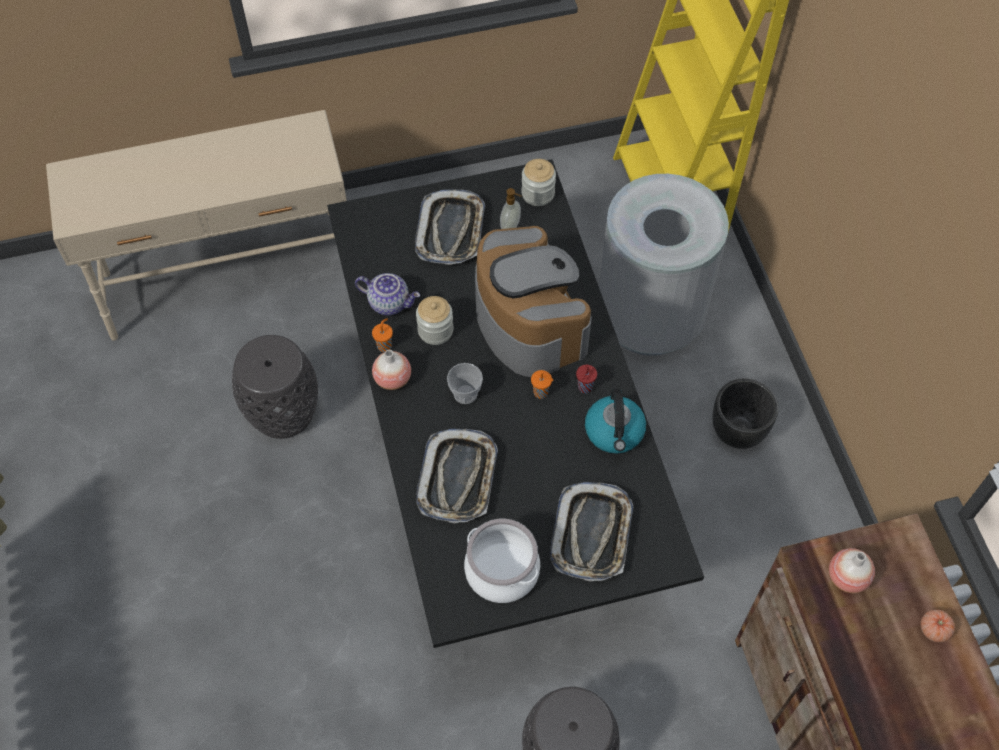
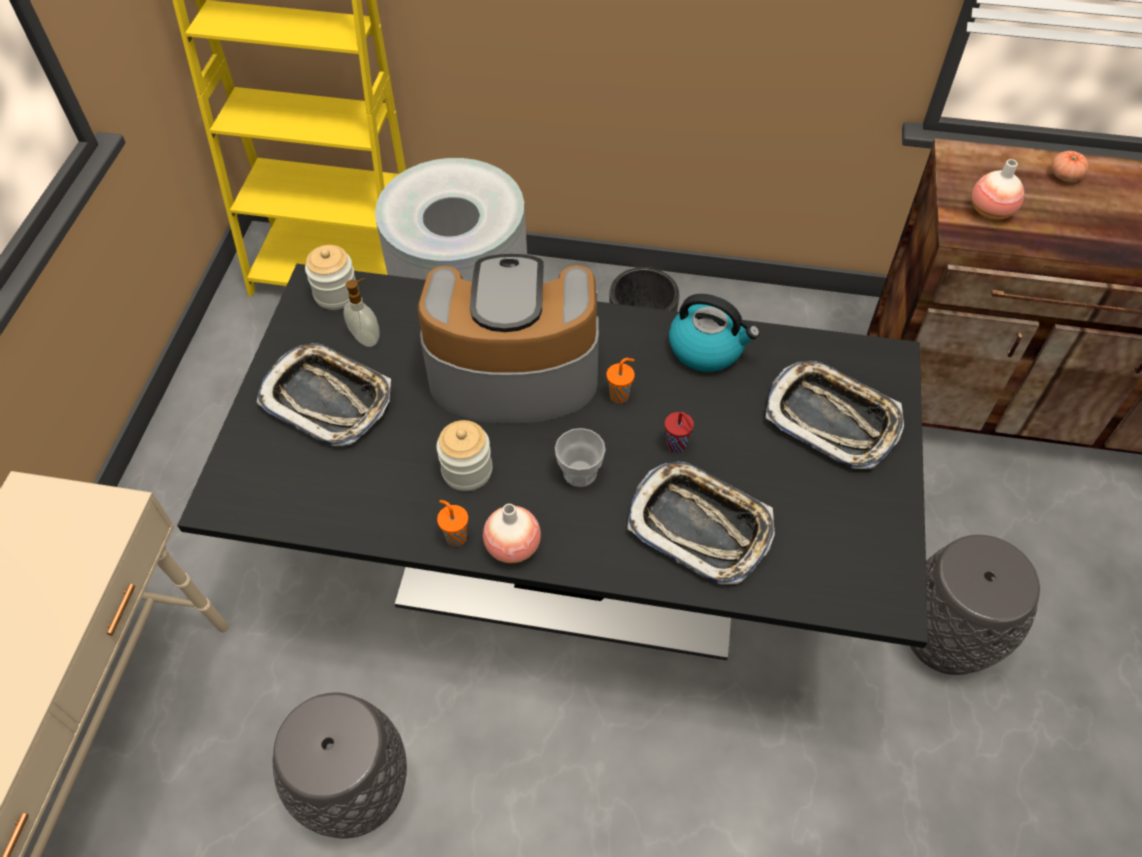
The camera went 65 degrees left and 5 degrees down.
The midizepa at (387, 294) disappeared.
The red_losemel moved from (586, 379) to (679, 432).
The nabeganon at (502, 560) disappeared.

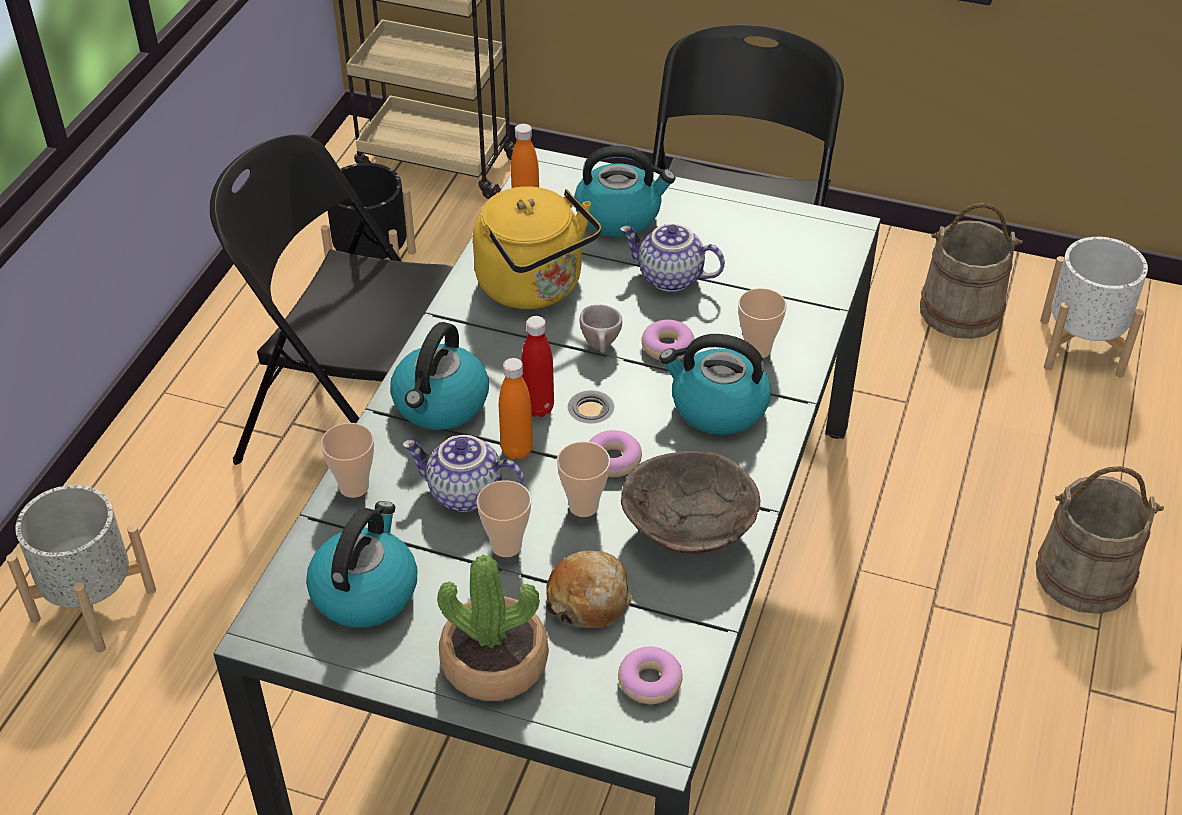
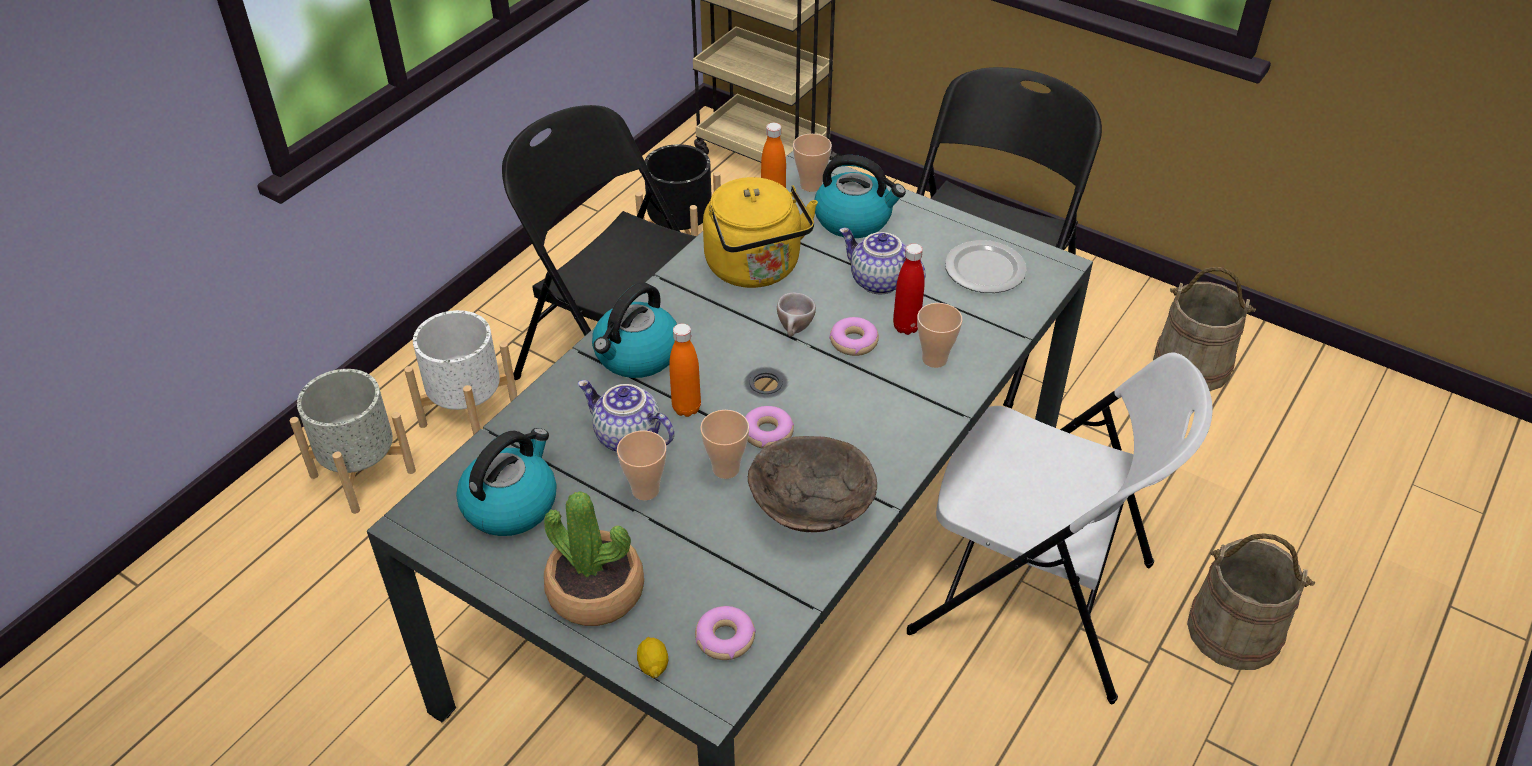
The camera went 15 degrees right and 0 degrees up.
The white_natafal moved from (1094, 307) to (460, 372).
The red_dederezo moved from (537, 366) to (908, 289).
The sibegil at (715, 384) disappeared.
The losemel moved from (347, 460) to (812, 163).
The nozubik at (589, 589) disappeared.
The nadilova at (986, 266) appeared.
The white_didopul at (1059, 528) appeared.
The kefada at (652, 657) appeared.

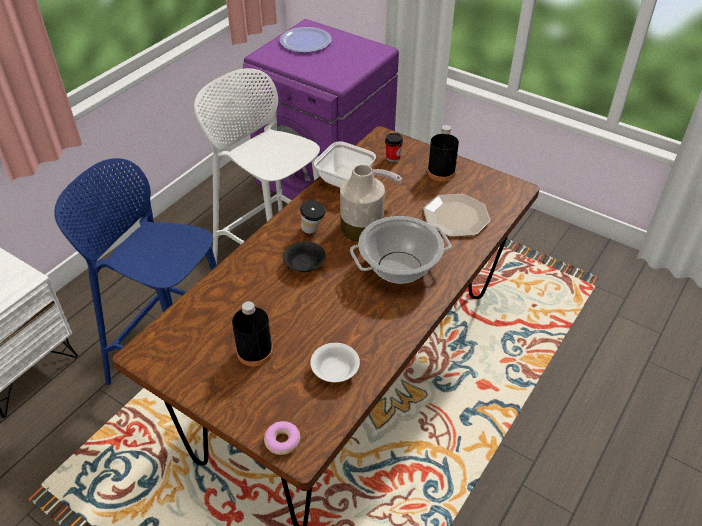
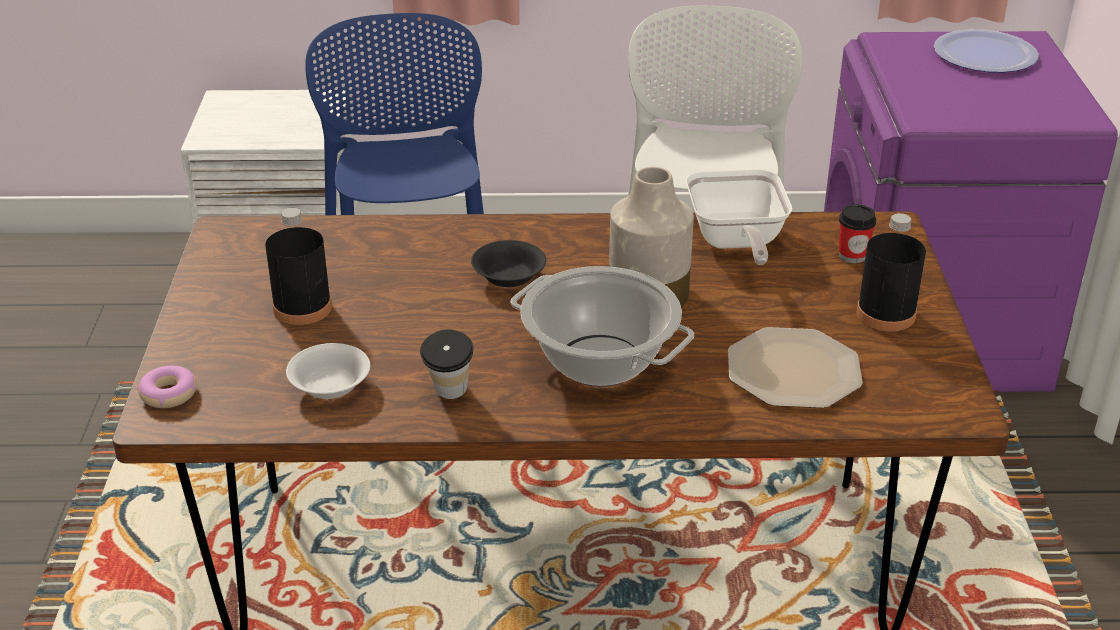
The camera went 55 degrees right and 10 degrees down.
The losemel moved from (313, 217) to (447, 364).

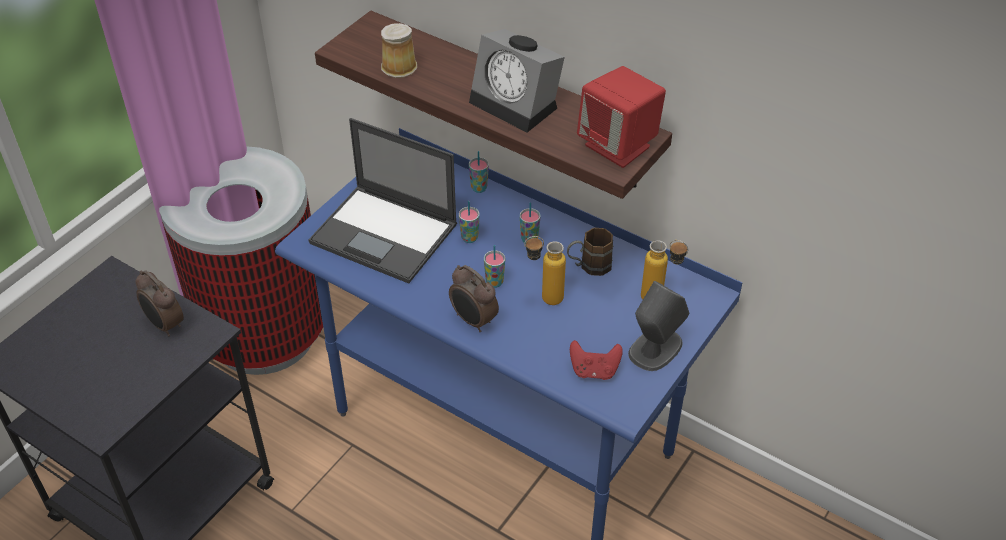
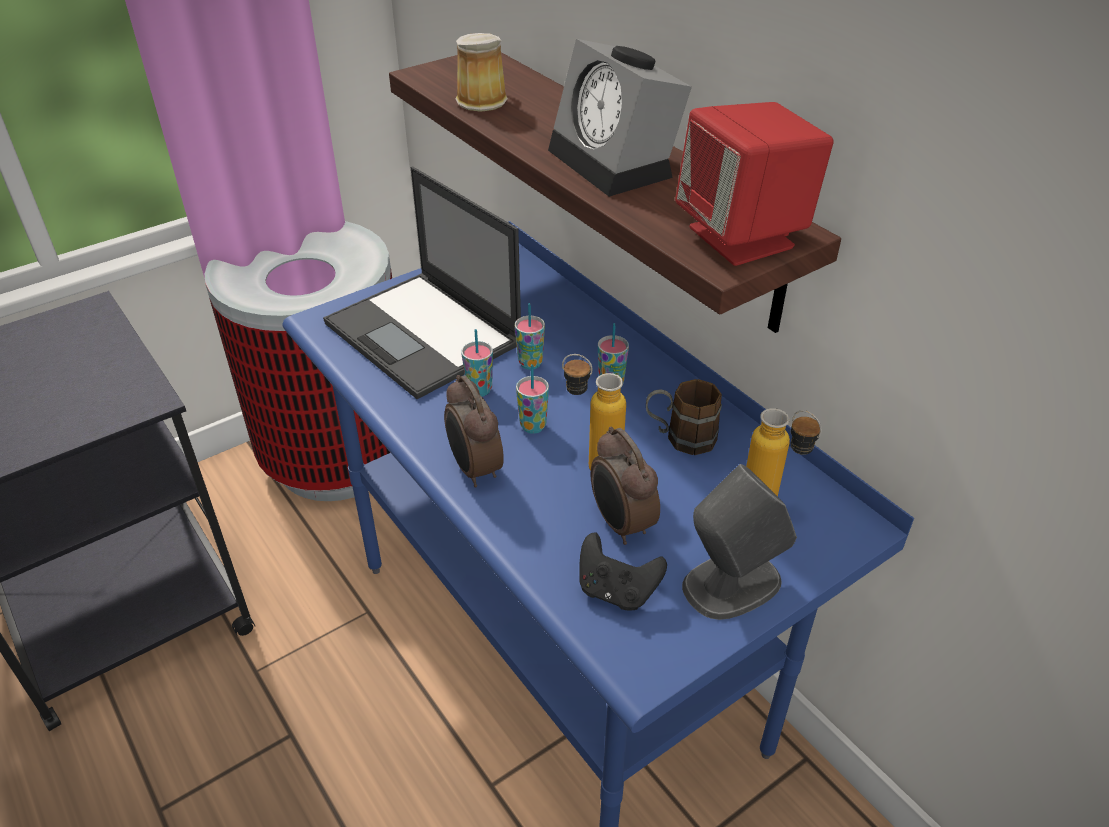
The camera went 20 degrees right and 5 degrees down.
The losemel moved from (479, 172) to (477, 363).
The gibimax moved from (159, 303) to (625, 486).
The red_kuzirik at (596, 360) became the black_kuzirik at (623, 571).

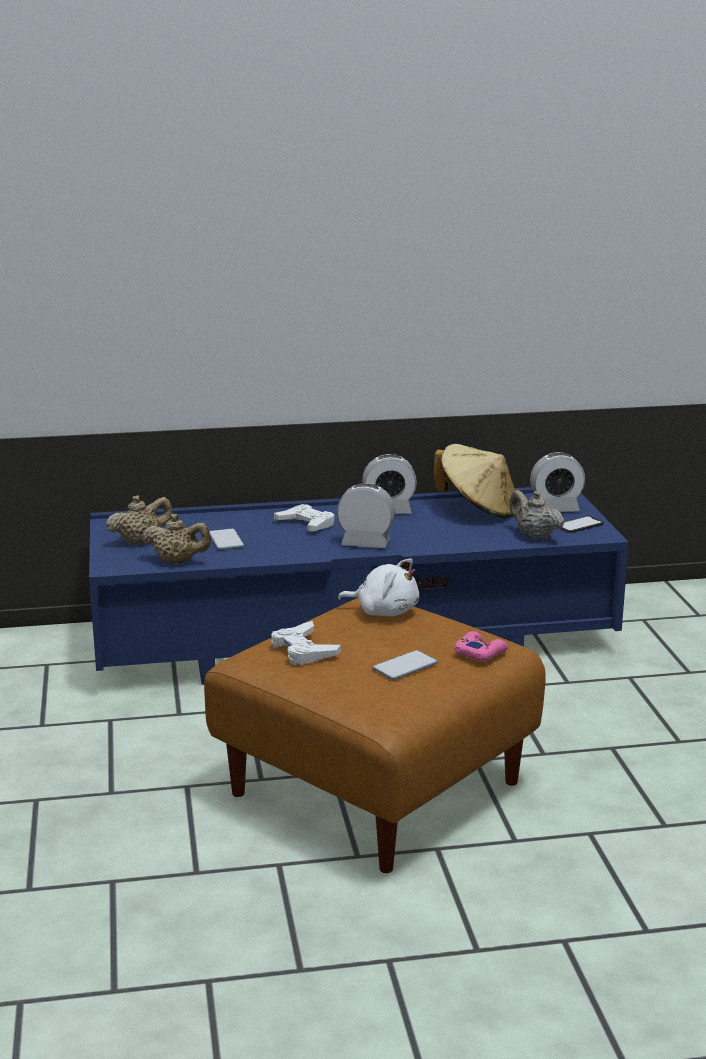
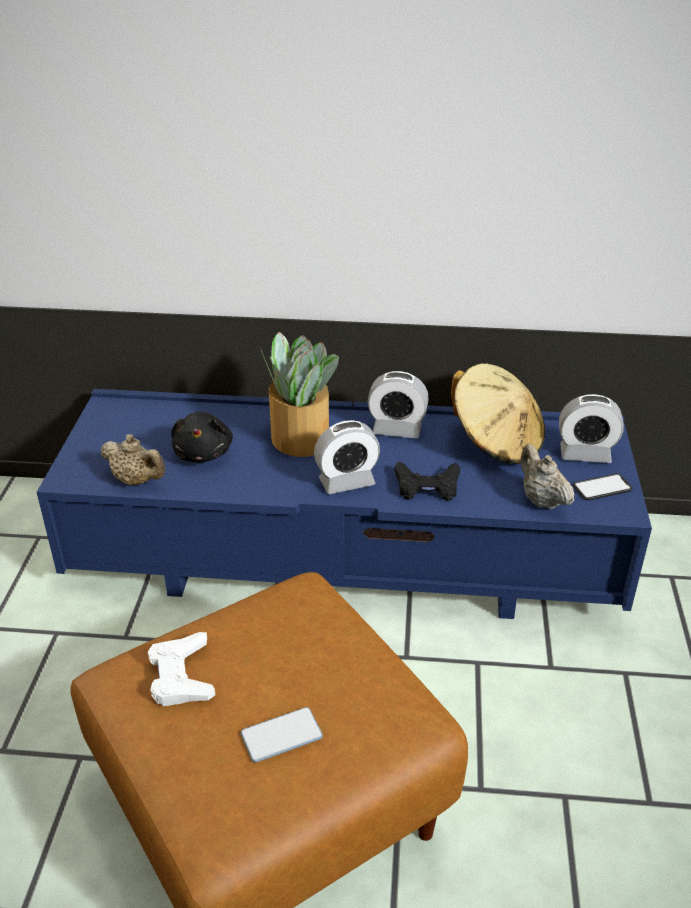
The camera went 15 degrees right and 15 degrees up.
The gibimax at (366, 515) turned 135 degrees clockwise.
The beige_midizepa at (139, 520) disappeared.
The white_kuzirik at (304, 517) was replaced by the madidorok at (299, 394).
The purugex at (226, 539) was replaced by the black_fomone at (202, 437).
The white_fomone at (378, 587) disappeared.
The pink_kuzirik at (481, 646) disappeared.
The black_kuzirik at (427, 481) appeared.

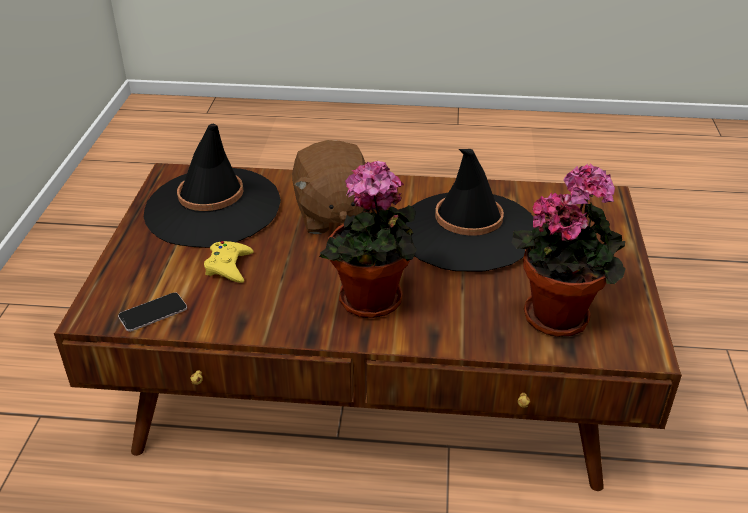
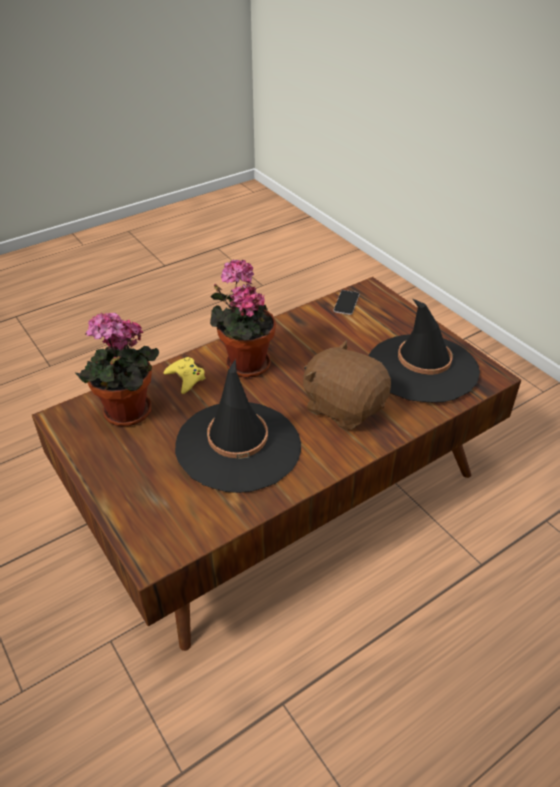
The camera went 140 degrees right and 5 degrees up.
The yellow_kuzirik moved from (229, 262) to (184, 375).

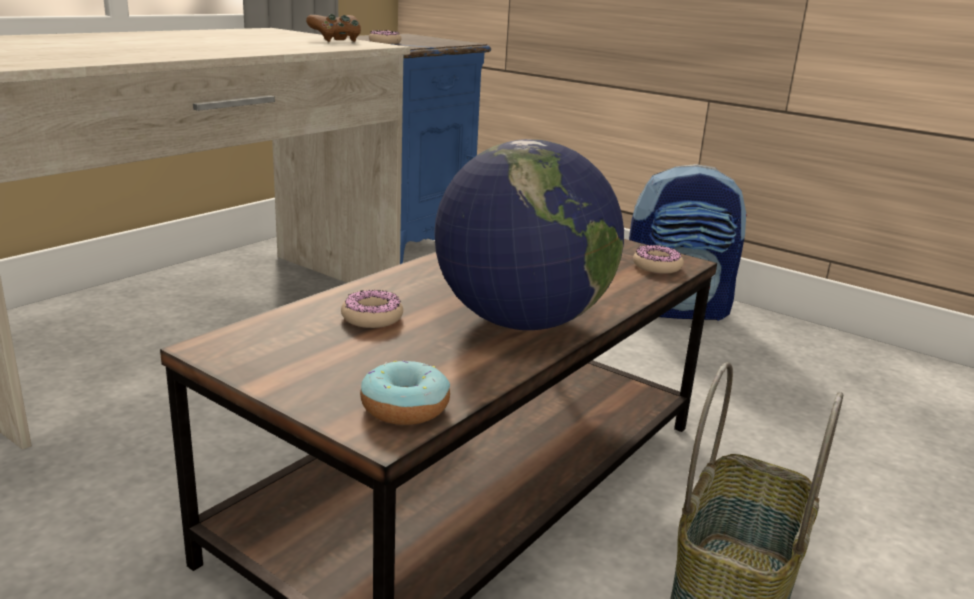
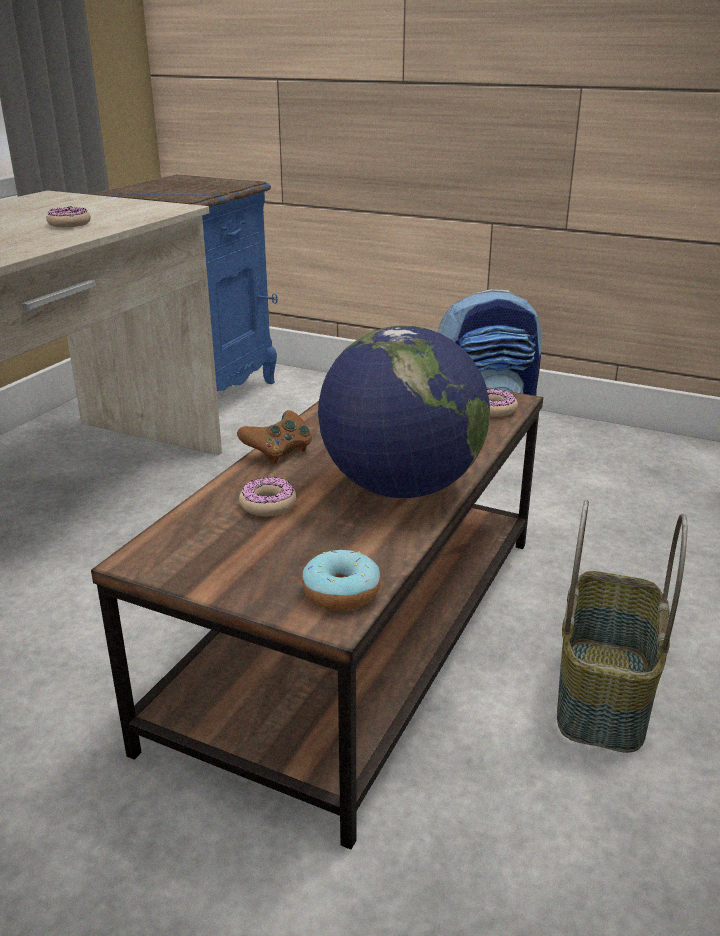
The camera went 10 degrees left and 5 degrees up.
The brown_kuzirik moved from (333, 28) to (274, 437).
The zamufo moved from (385, 37) to (68, 217).

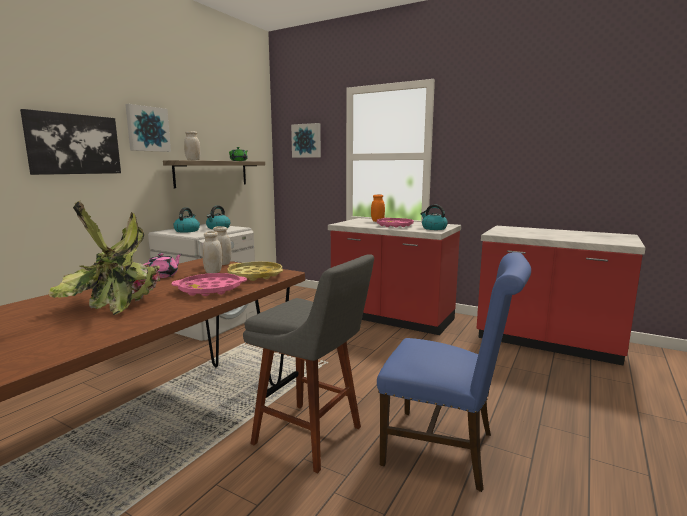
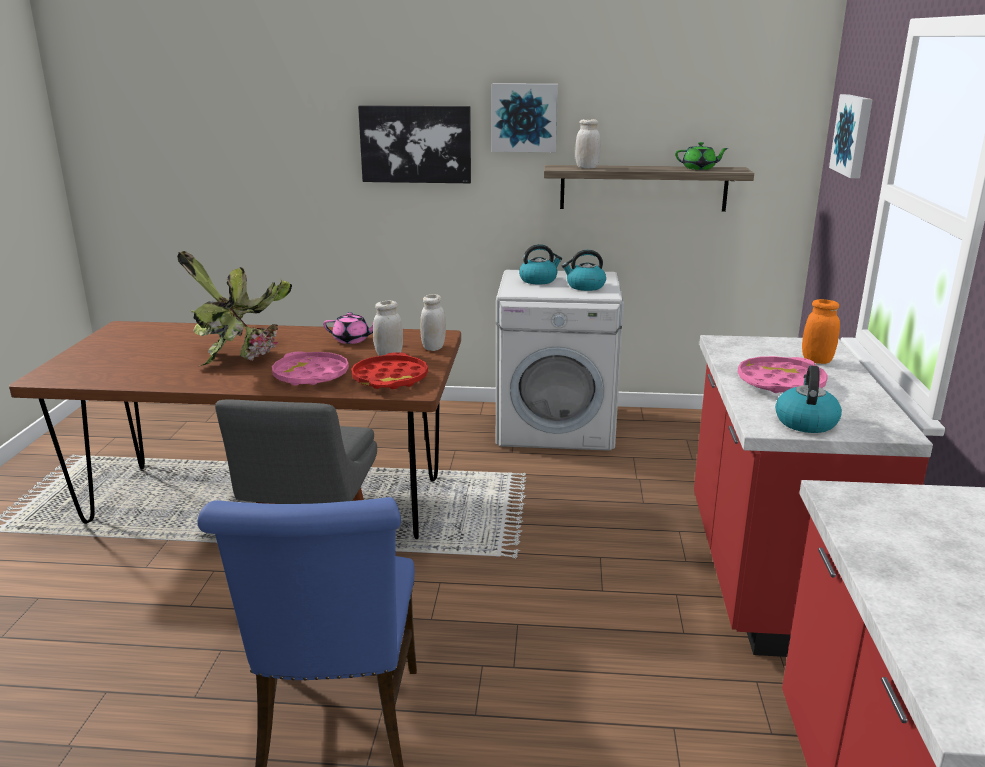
The camera went 65 degrees right and 10 degrees up.
The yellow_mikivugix at (255, 271) became the red_mikivugix at (389, 370).

